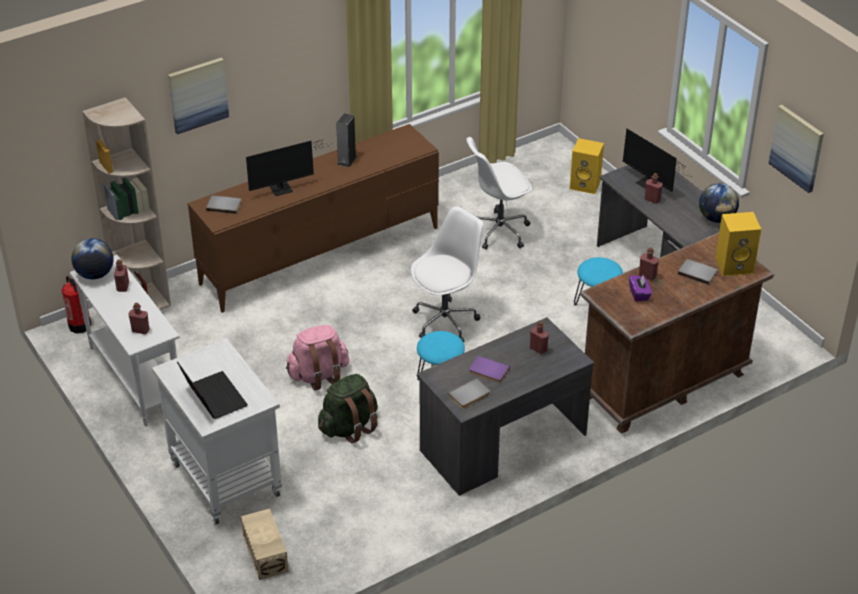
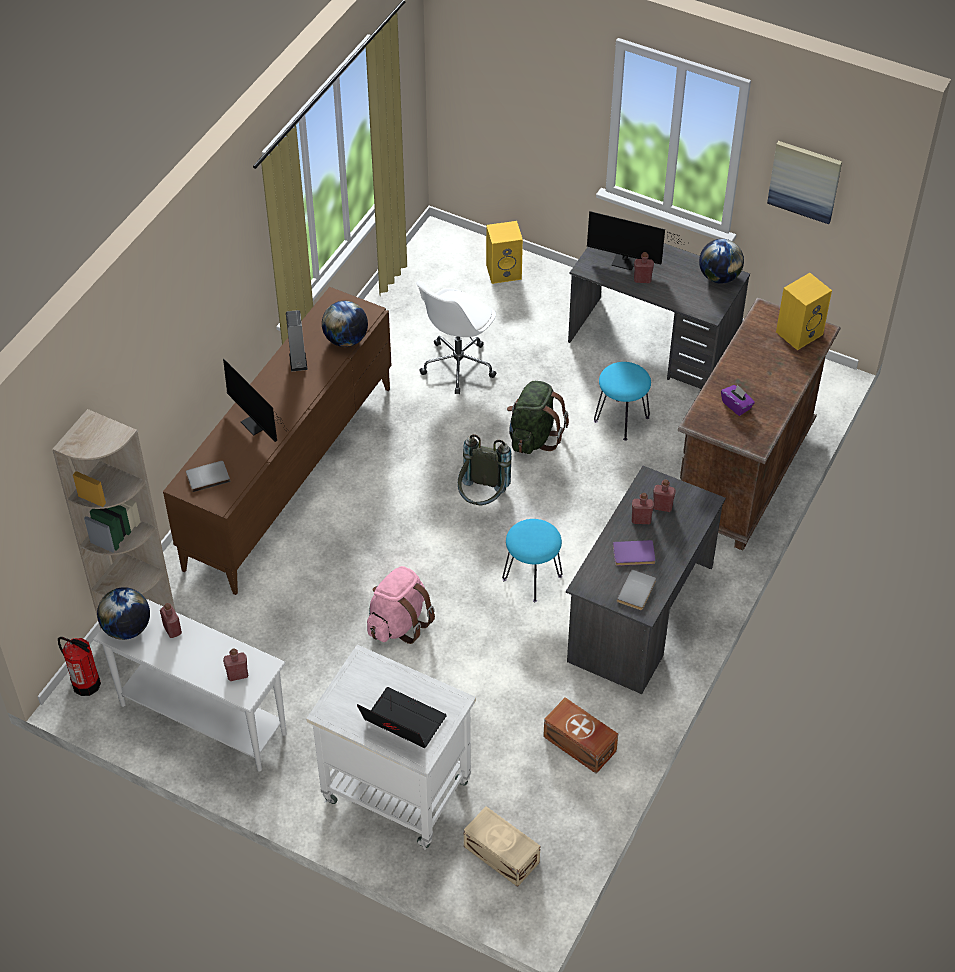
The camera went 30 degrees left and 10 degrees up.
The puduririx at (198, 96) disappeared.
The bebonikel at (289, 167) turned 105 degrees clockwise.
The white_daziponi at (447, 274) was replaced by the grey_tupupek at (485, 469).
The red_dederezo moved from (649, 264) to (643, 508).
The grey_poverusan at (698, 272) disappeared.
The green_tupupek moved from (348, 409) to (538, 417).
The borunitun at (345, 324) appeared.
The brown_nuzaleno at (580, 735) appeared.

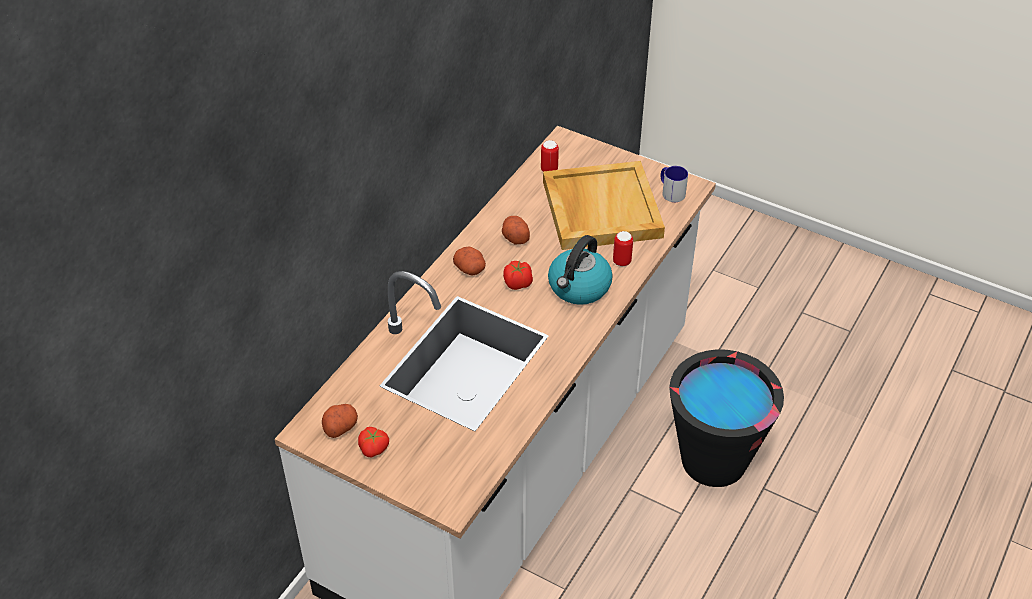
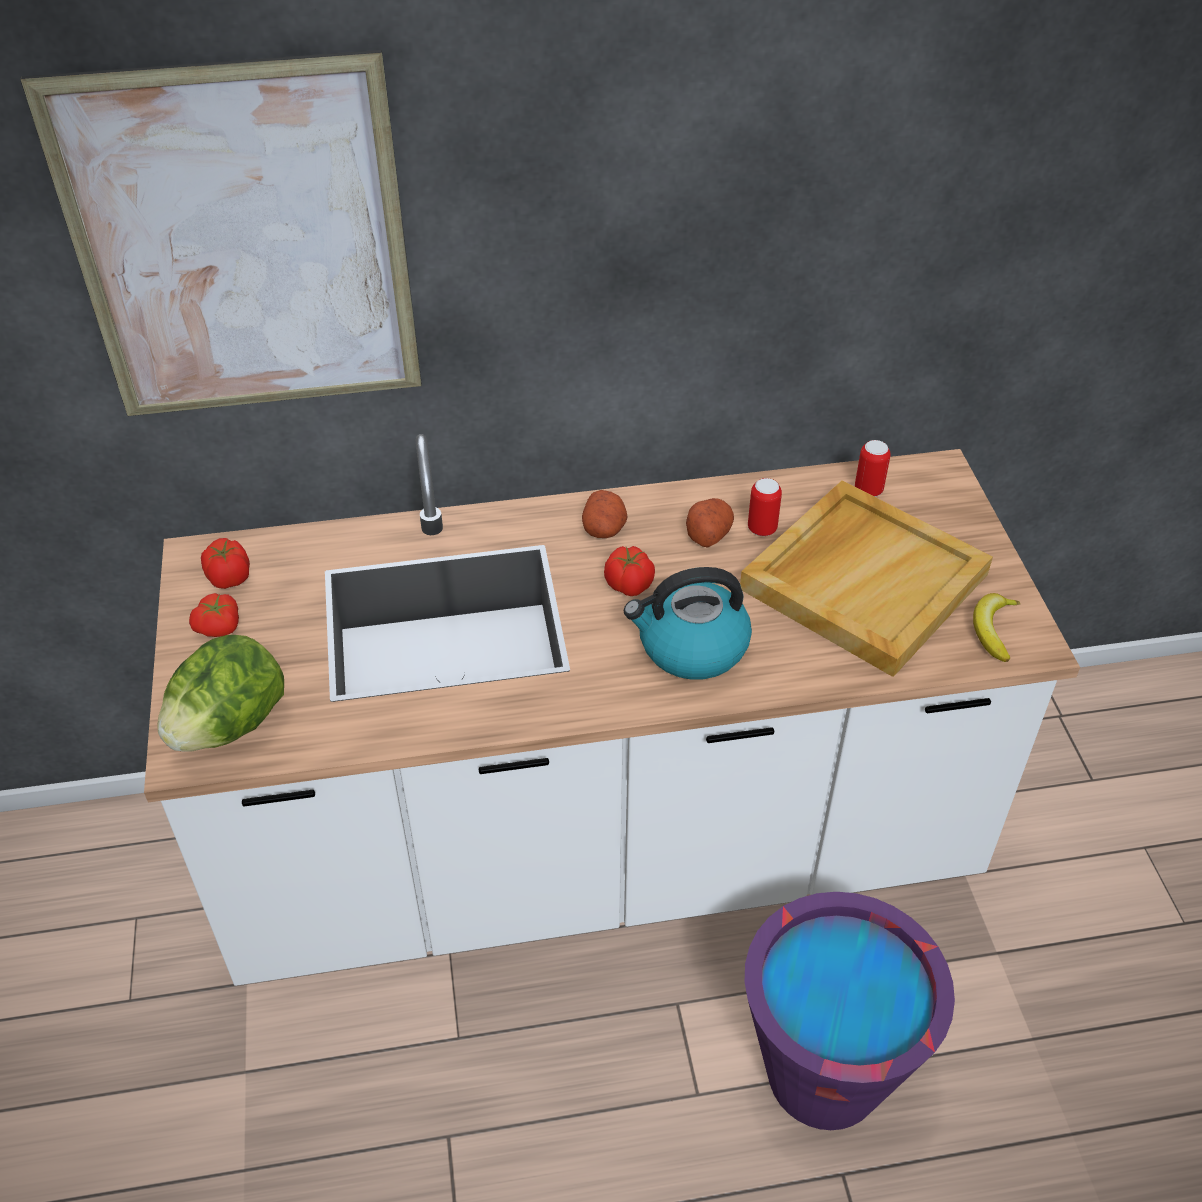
The camera went 50 degrees right and 0 degrees up.
The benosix at (674, 184) was replaced by the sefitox at (996, 627).
The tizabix moved from (623, 248) to (765, 507).
The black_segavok at (726, 418) became the purple_segavok at (850, 1011).
The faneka at (340, 421) was replaced by the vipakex at (225, 563).
The puduririx at (221, 233) appeared.
The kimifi at (221, 693) appeared.

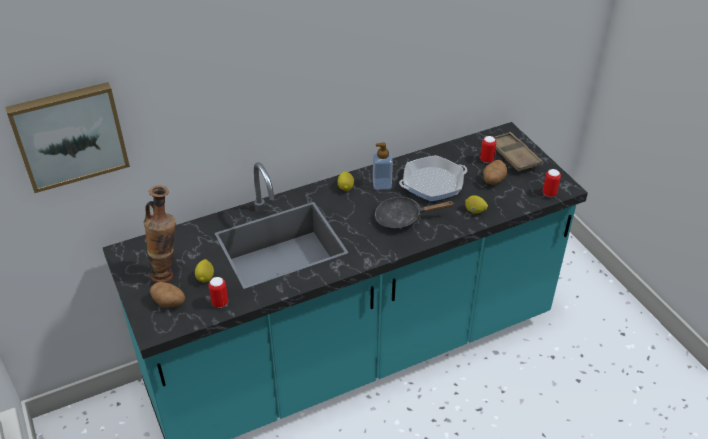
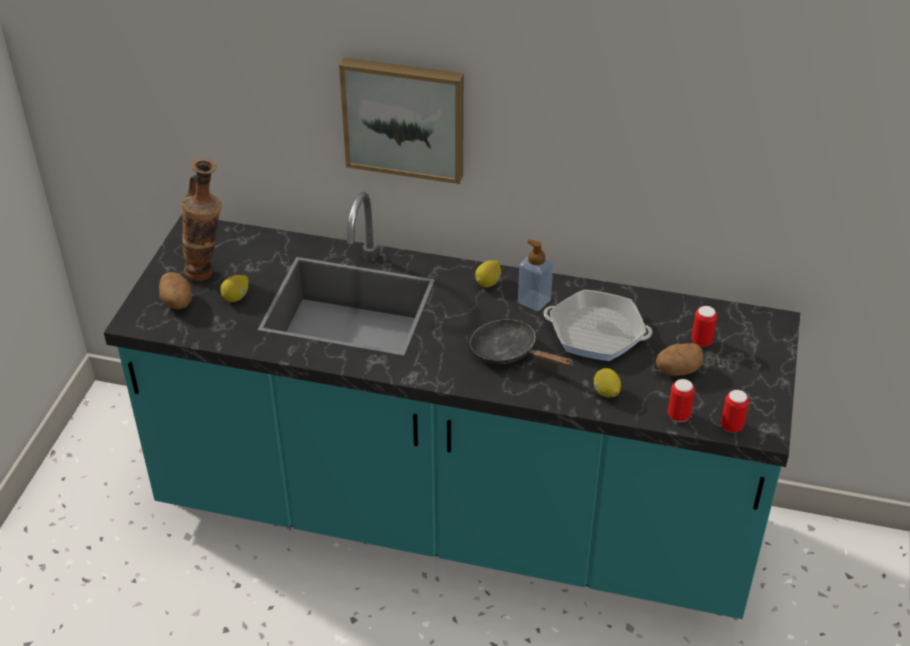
The camera went 40 degrees right and 0 degrees up.
The puduririx moved from (67, 137) to (401, 121).
The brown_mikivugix at (518, 151) disappeared.
The tizabix moved from (218, 292) to (681, 400).

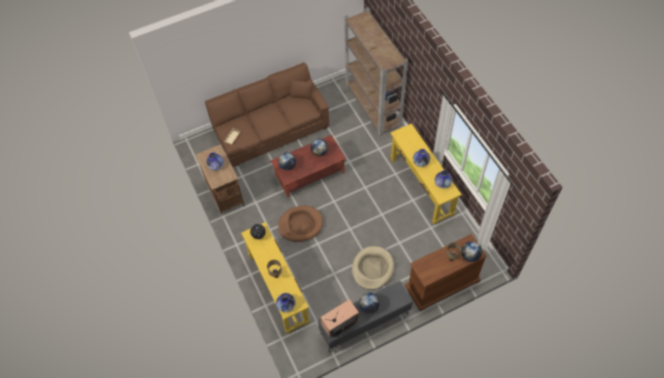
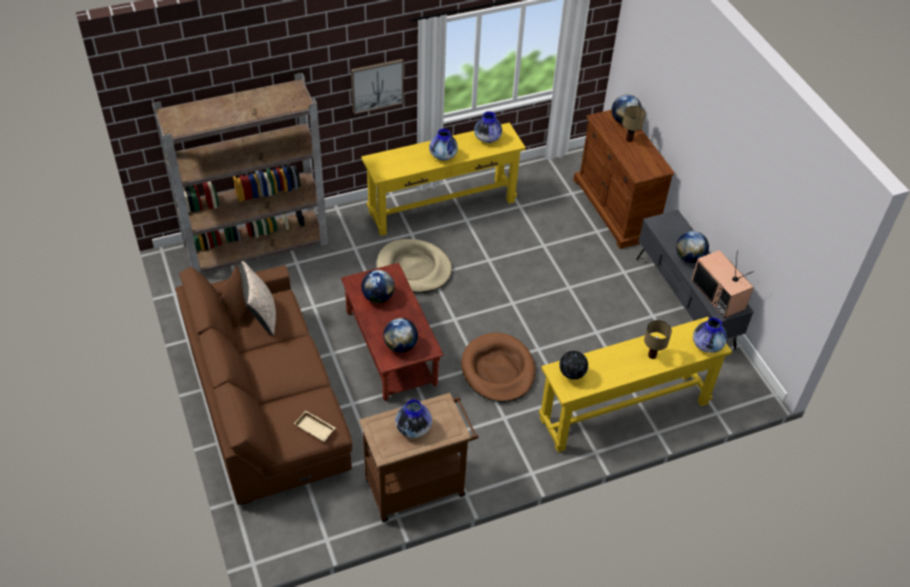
The camera went 90 degrees left and 10 degrees down.
The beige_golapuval moved from (373, 268) to (414, 266).
The puduririx at (377, 86) appeared.
The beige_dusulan at (258, 298) appeared.

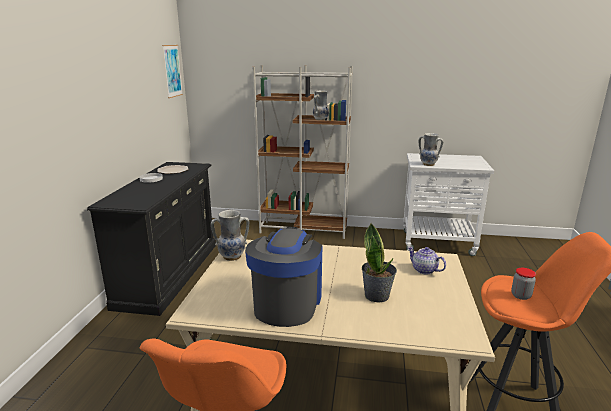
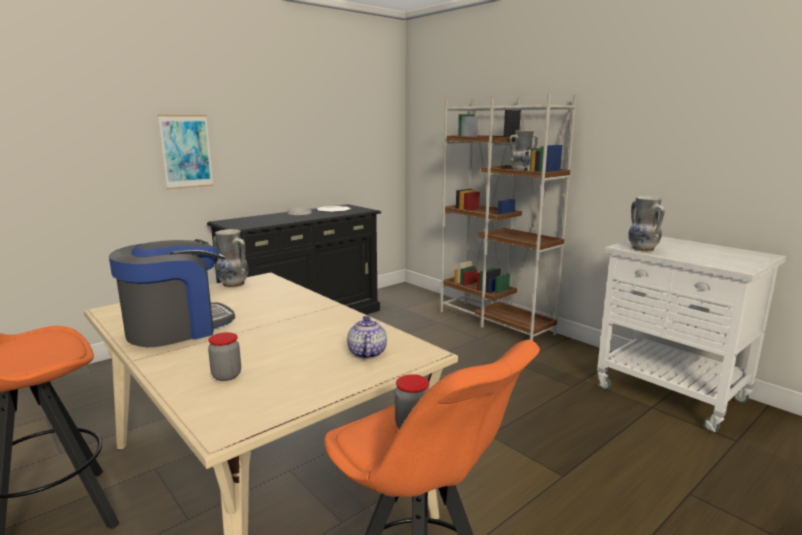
The camera went 40 degrees right and 5 degrees down.
The puduririx moved from (172, 71) to (186, 152).
The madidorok at (379, 263) disappeared.
The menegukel at (224, 356) appeared.

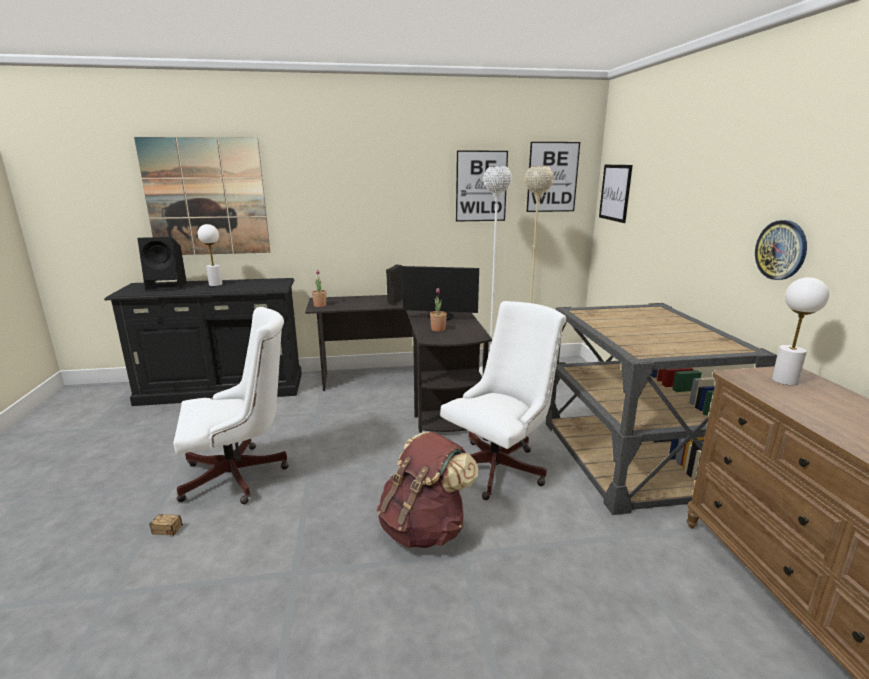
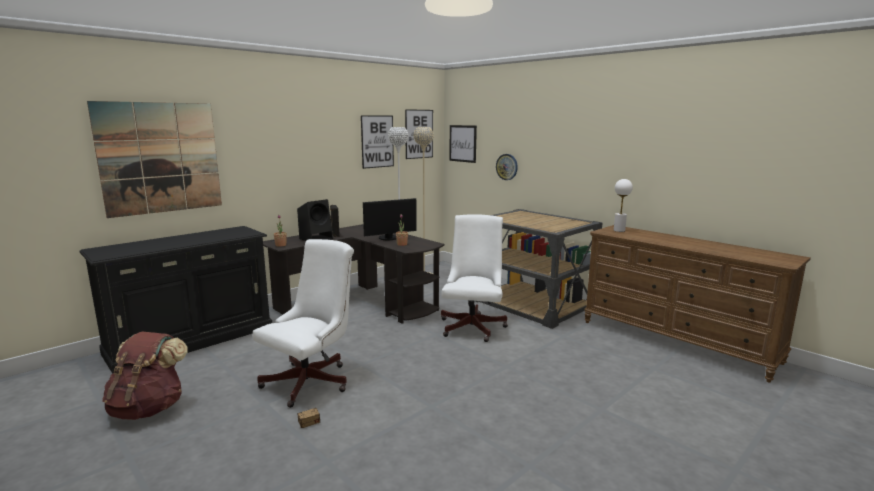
The camera went 35 degrees left and 5 degrees down.
The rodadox moved from (781, 250) to (507, 167).
The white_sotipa at (210, 255) disappeared.
The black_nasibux moved from (162, 264) to (315, 220).
The brown_tupupek moved from (428, 490) to (145, 376).

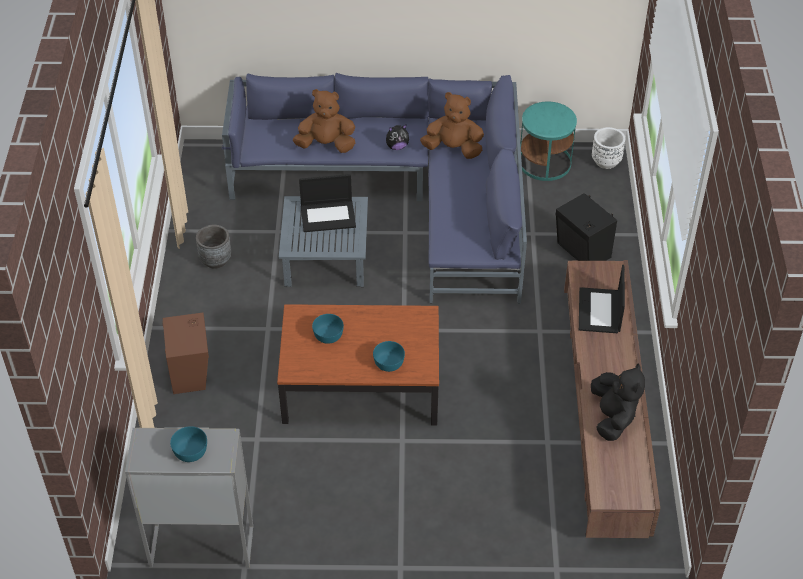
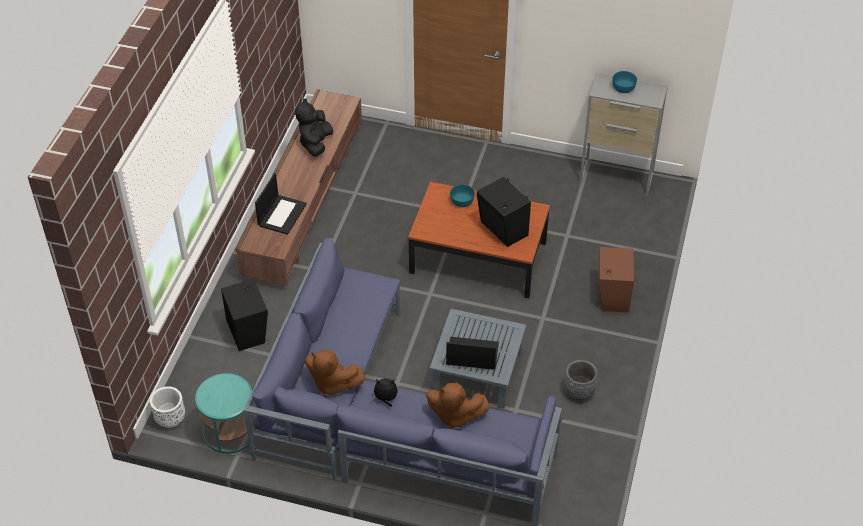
The camera went 165 degrees left and 0 degrees up.
The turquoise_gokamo at (328, 329) was replaced by the black_nasibux at (504, 212).

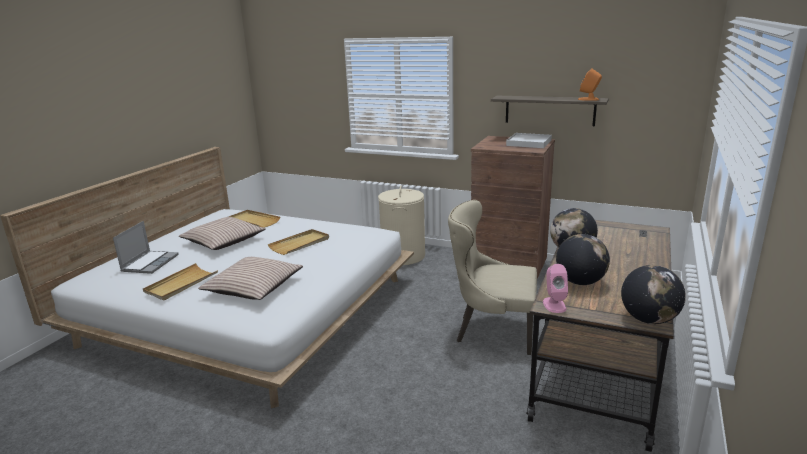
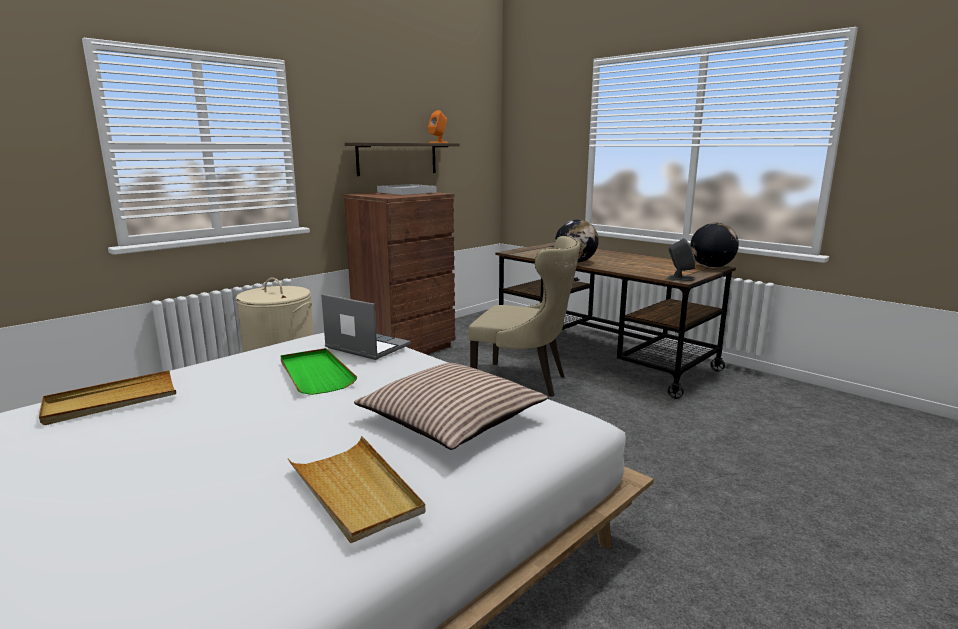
The camera went 70 degrees left and 5 degrees down.
The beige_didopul at (492, 277) turned 105 degrees counterclockwise.
The dusulan at (222, 233) disappeared.
The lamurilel moved from (146, 247) to (366, 327).
The beige_mikivugix at (298, 242) became the green_mikivugix at (318, 371).
The borunitun at (583, 259) disappeared.
The pink_nasibux at (555, 288) became the grey_nasibux at (681, 259).

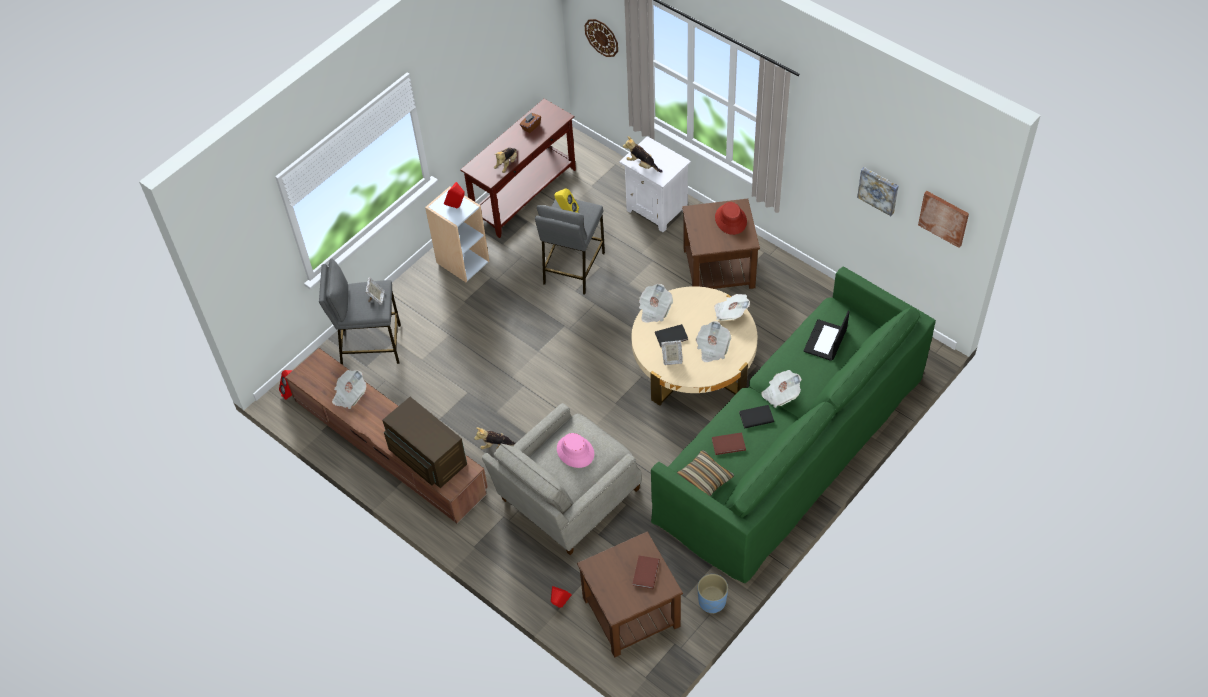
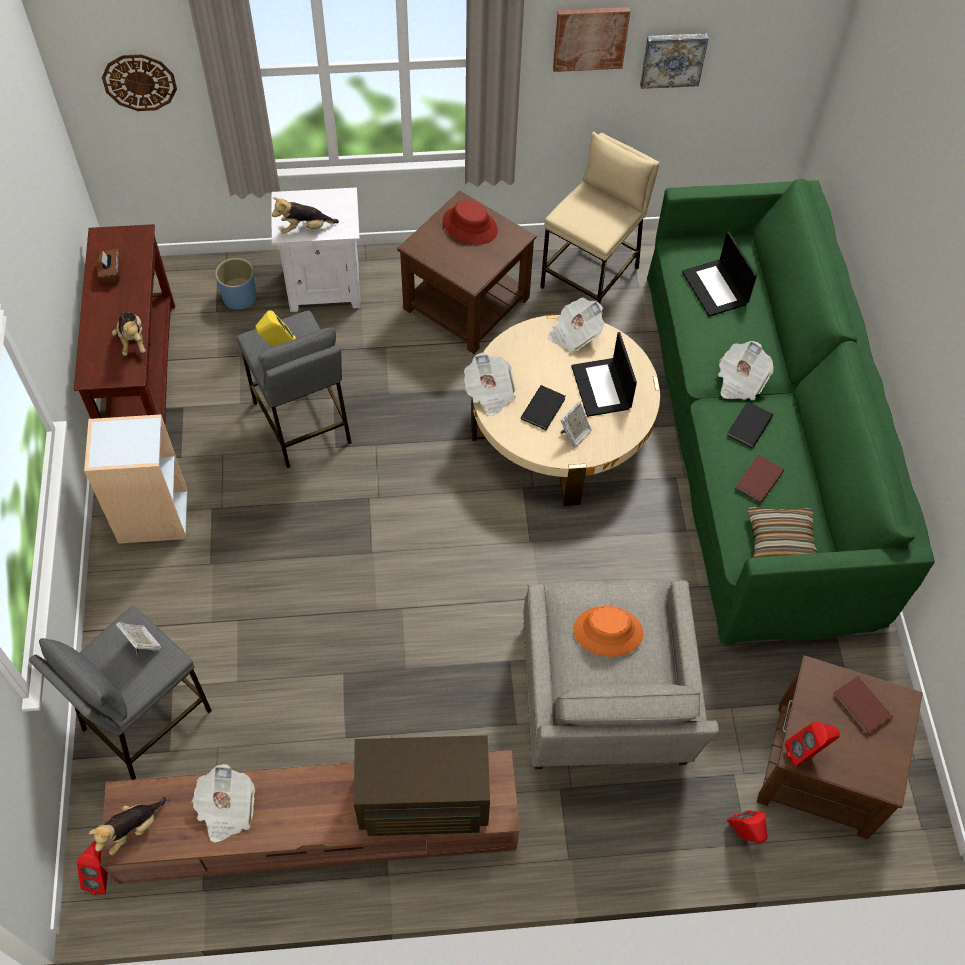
The camera went 50 degrees left and 5 degrees up.
The red_nasibux moved from (454, 195) to (812, 744).
The puduririx moved from (943, 219) to (591, 39).
The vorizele at (713, 341) was replaced by the lamurilel at (604, 374).
The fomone moved from (495, 438) to (127, 826).
The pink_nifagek at (575, 450) became the orange_nifagek at (608, 631).
The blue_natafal moved from (713, 594) to (236, 284).
The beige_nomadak at (599, 217) appeared.

